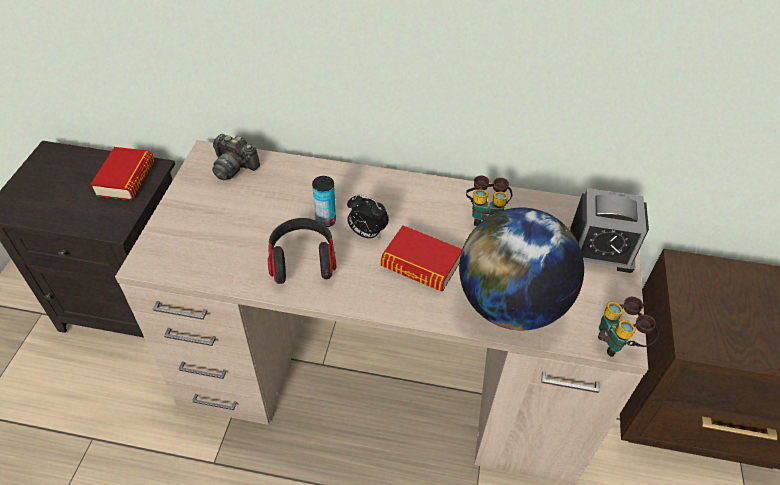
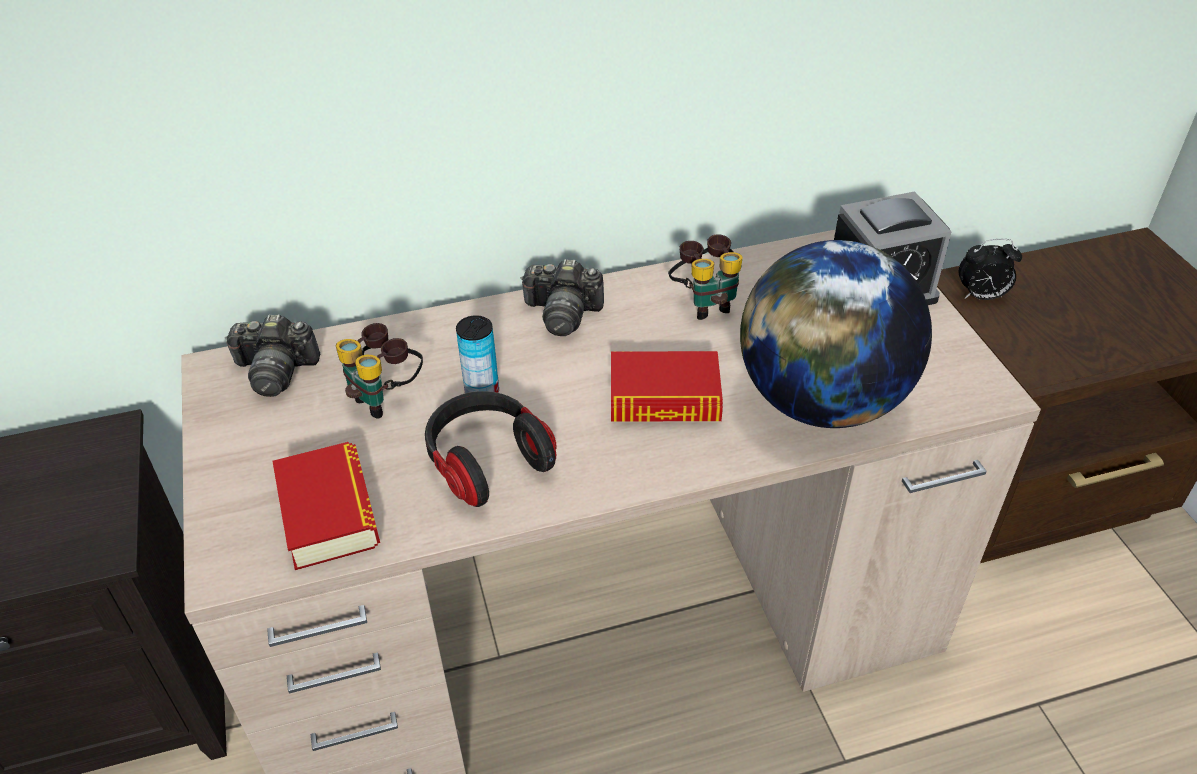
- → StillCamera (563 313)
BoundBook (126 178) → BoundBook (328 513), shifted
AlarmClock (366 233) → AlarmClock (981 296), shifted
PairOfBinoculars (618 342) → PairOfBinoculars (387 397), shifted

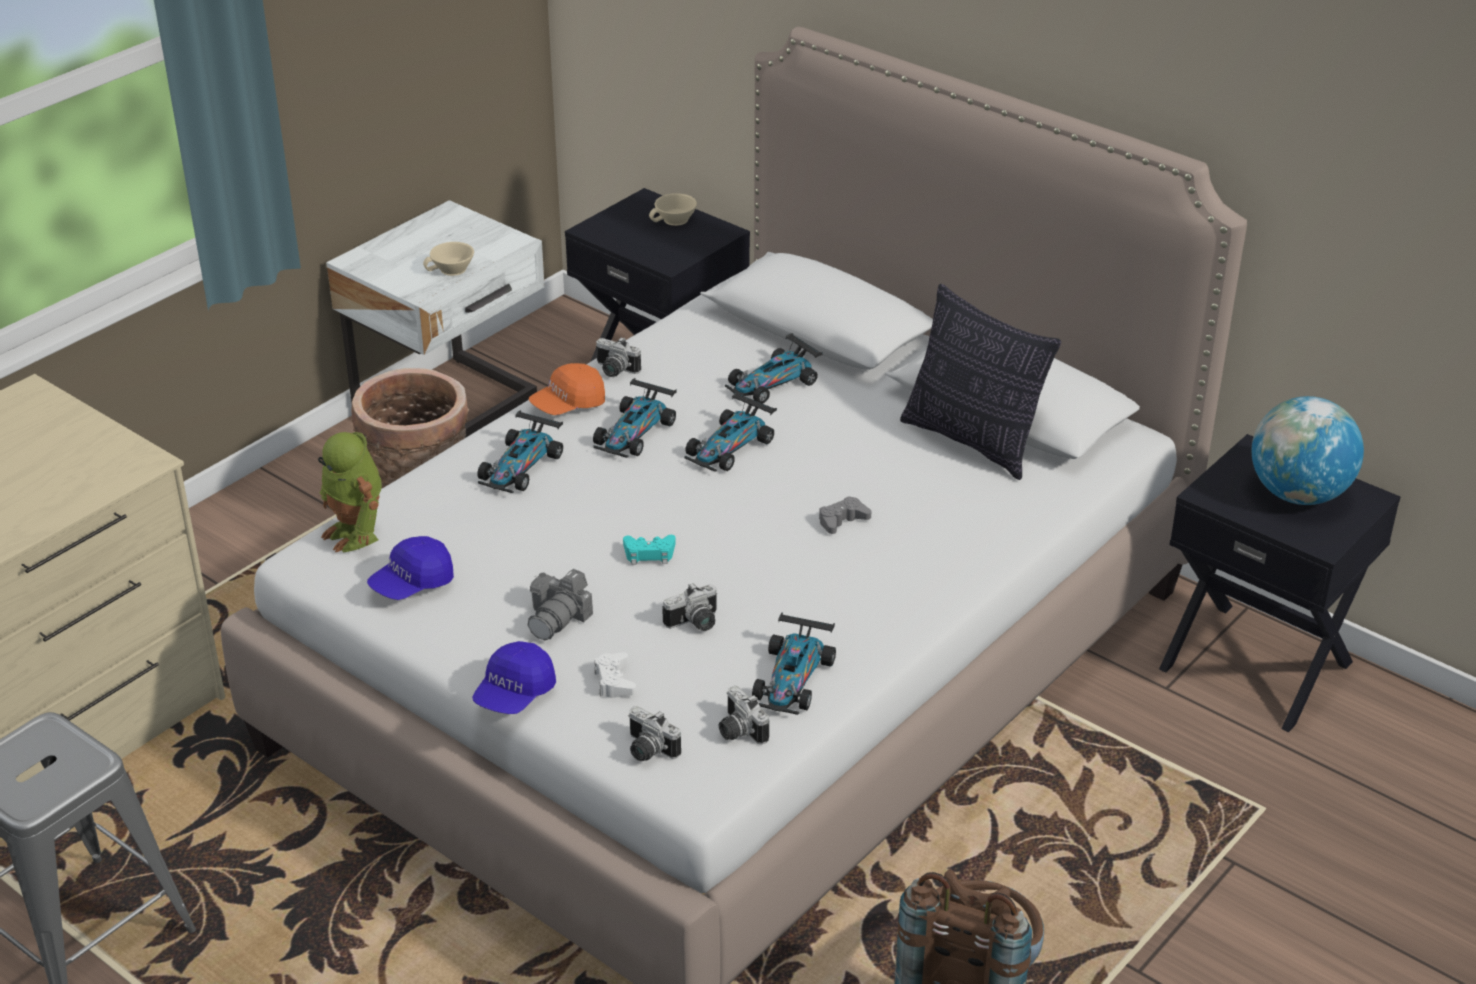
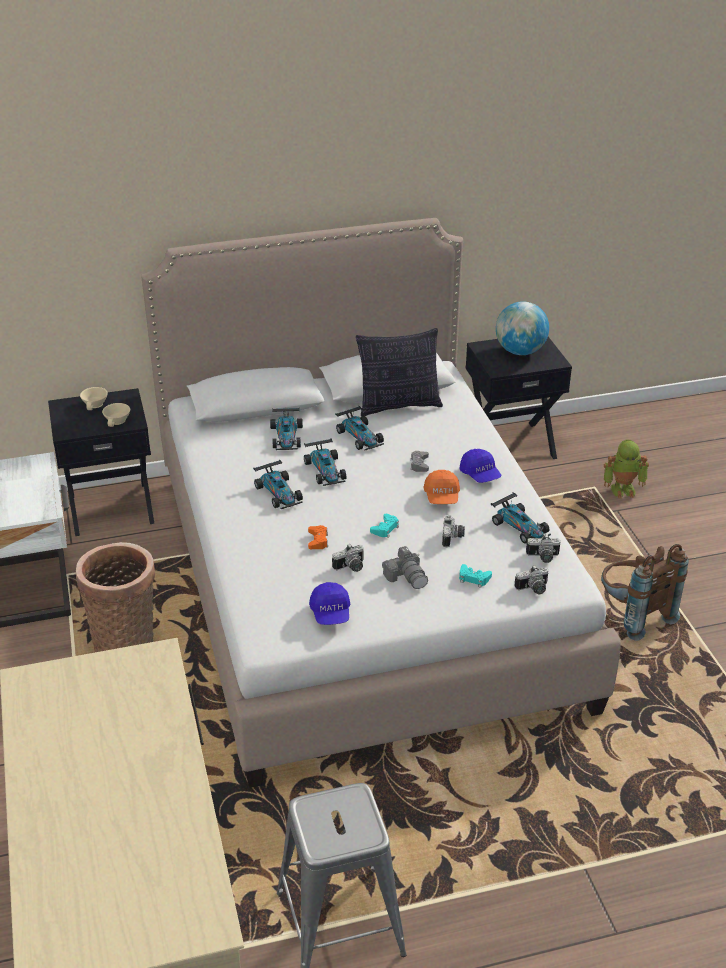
- → OrangeJoypad (318 540)
ToyRobot (356 533) → ToyRobot (623 489), shifted
BeigeDrinkingCup (452 270) → BeigeDrinkingCup (118 421), shifted
BlueBaseballCap (514 694) → BlueBaseballCap (480 475), shifted
ToyCar (520 466) → ToyCar (360 436), shifted
OrangeBaseballCap (568 405) → OrangeBaseballCap (442 497), shifted
StillCamera (614 371) → StillCamera (351 567), shifted
WhitishJoypad (614 681) → TurquoiseJoypad (473 578)

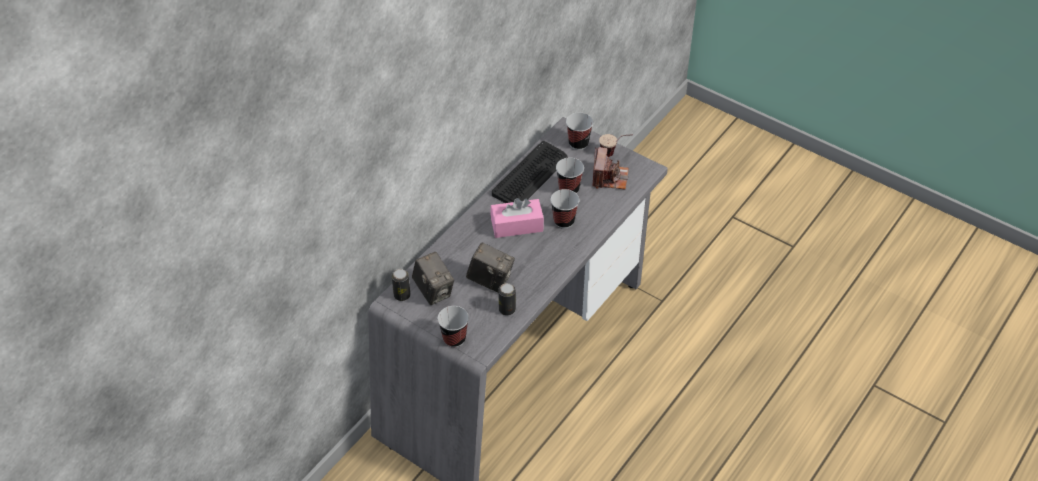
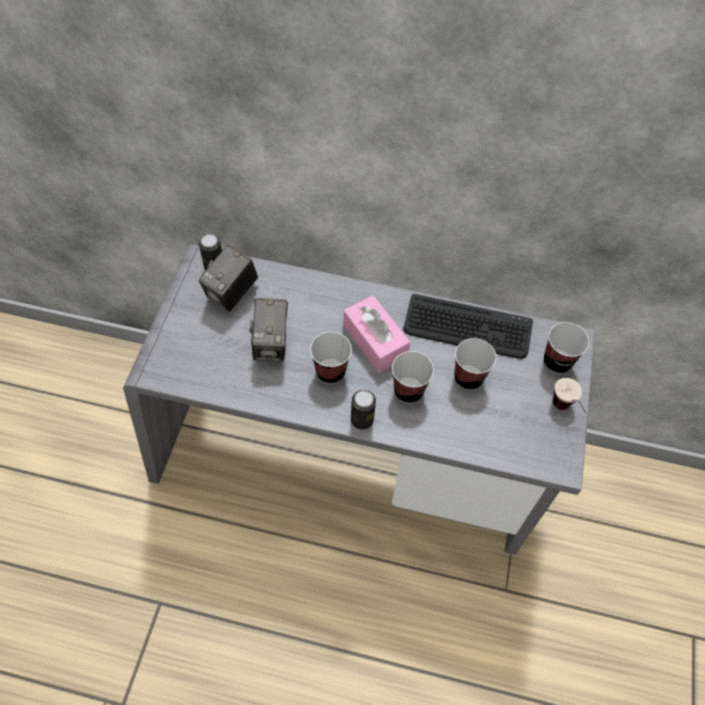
StillCamera (609 177) → -
DrinkingCup (454 339) → DrinkingCup (330 372), shifted
Can (507 309) → Can (362 420), shifted

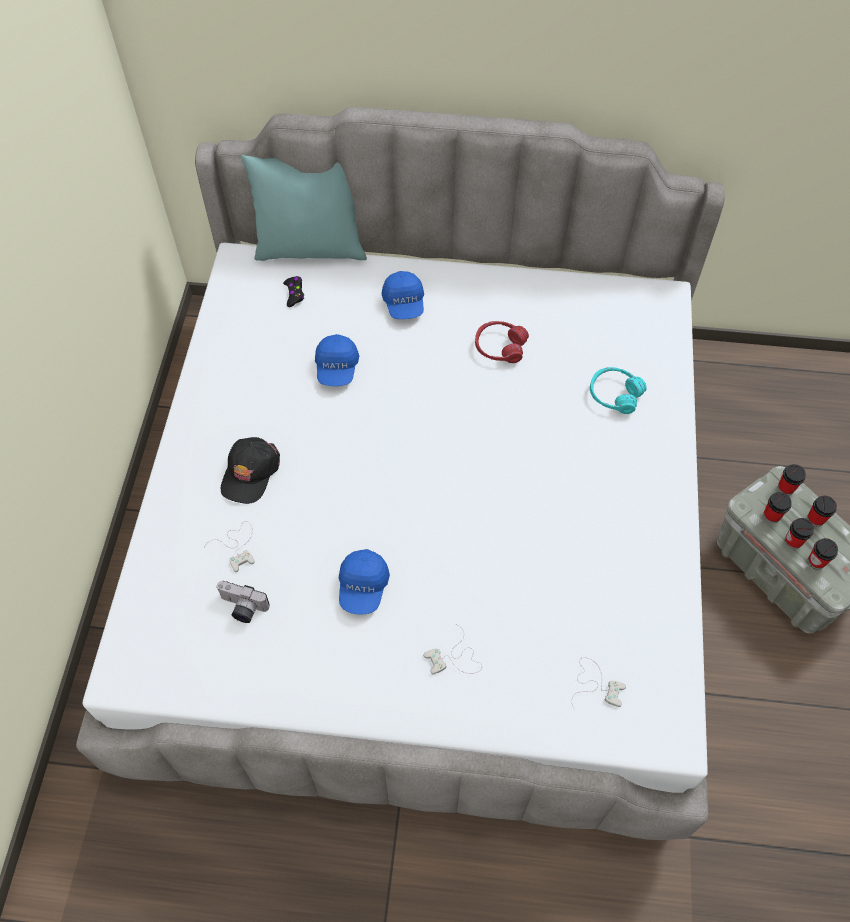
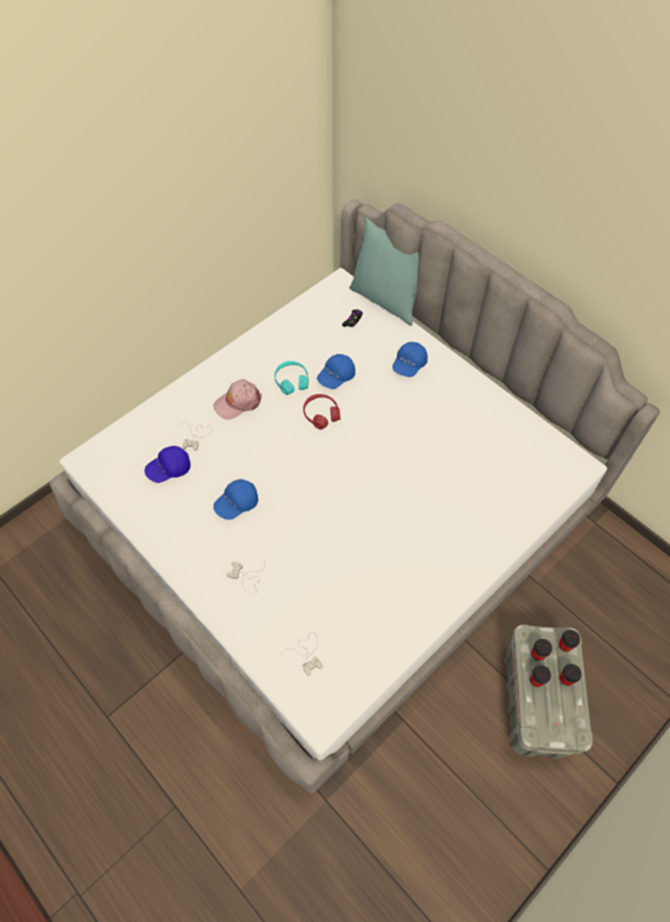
DrinkingCup (816 561) → -
RedPairOfHeadphones (500 347) → RedPairOfHeadphones (321 414), shifted
TurquoisePairOfHeadphones (614 395) → TurquoisePairOfHeadphones (292 381), shifted
StillCamera (242 608) → BlueBaseballCap (169 469)
BlackBaseballCap (250 473) → PinkColouredBaseballCap (238 402)

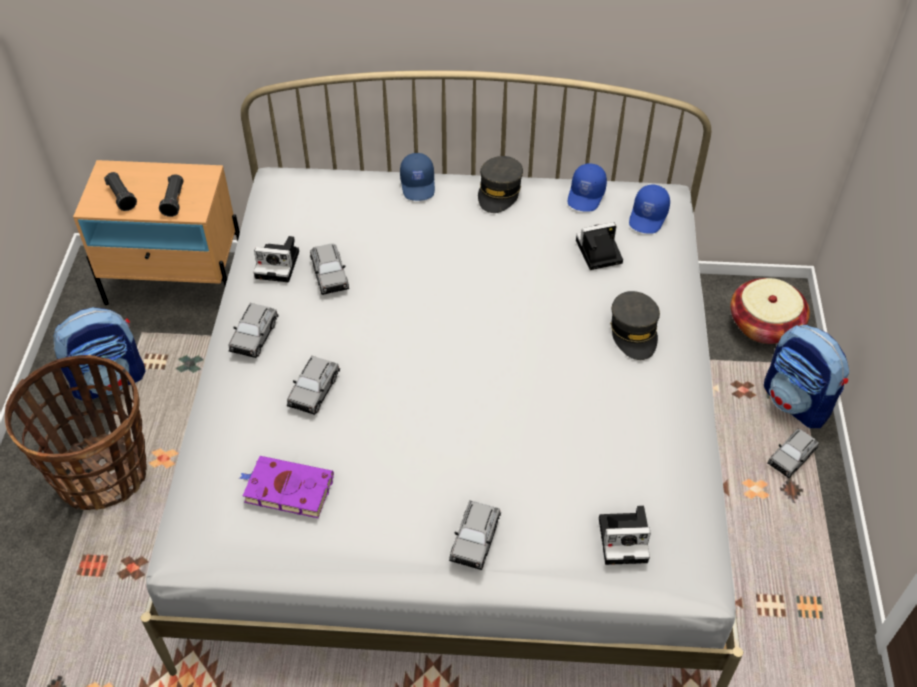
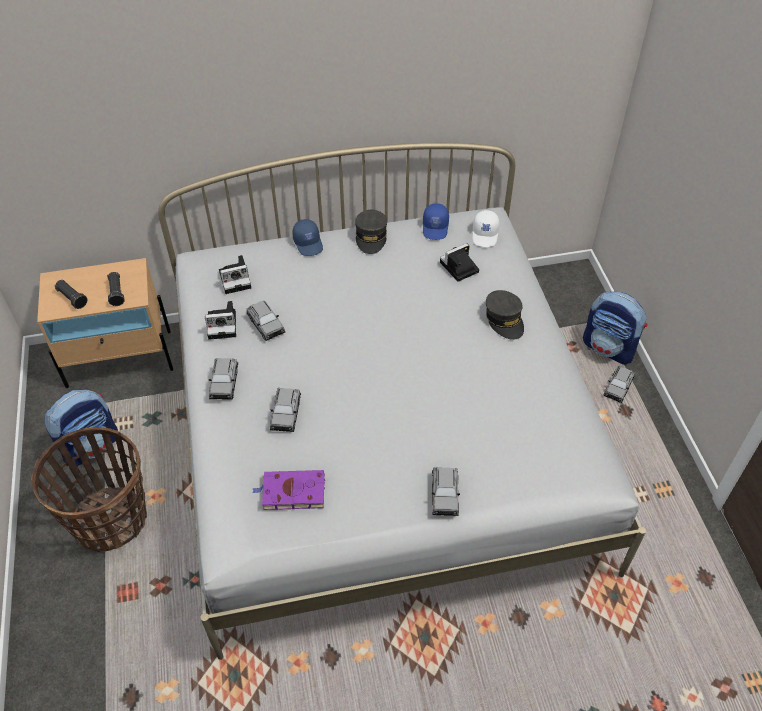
Basket (764 324) → -
StillCamera (625 539) → StillCamera (236 279), shifted
BlueBaseballCap (648 217) → WhitishBaseballCap (485 234)

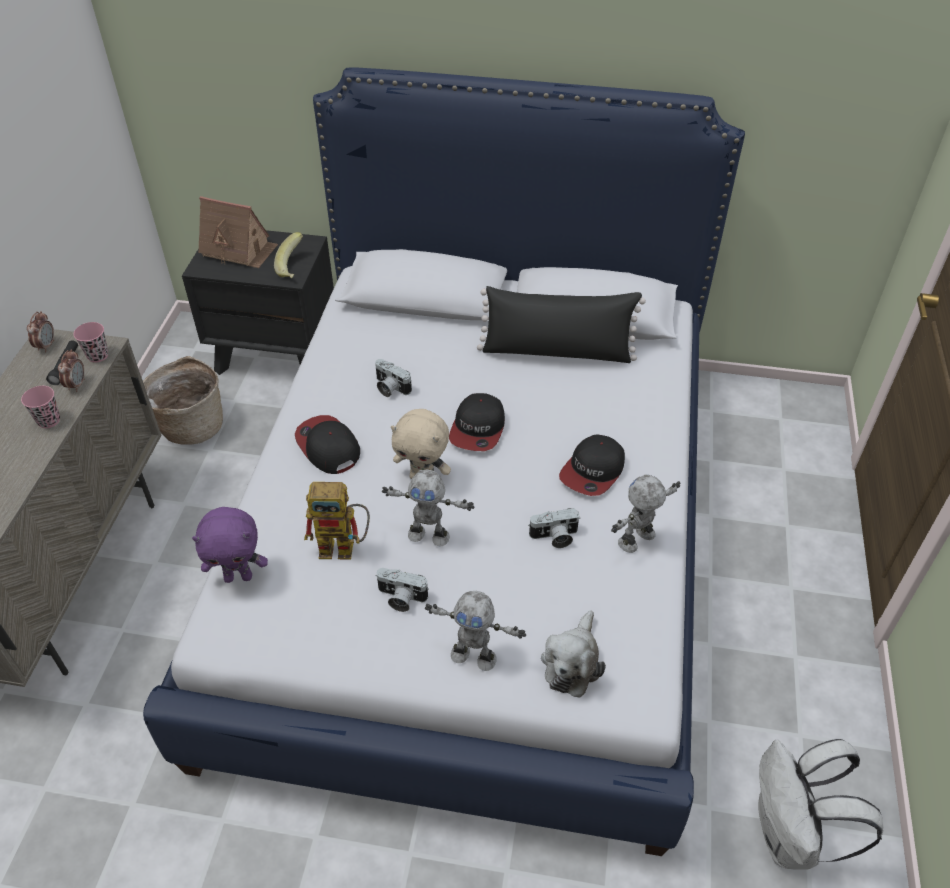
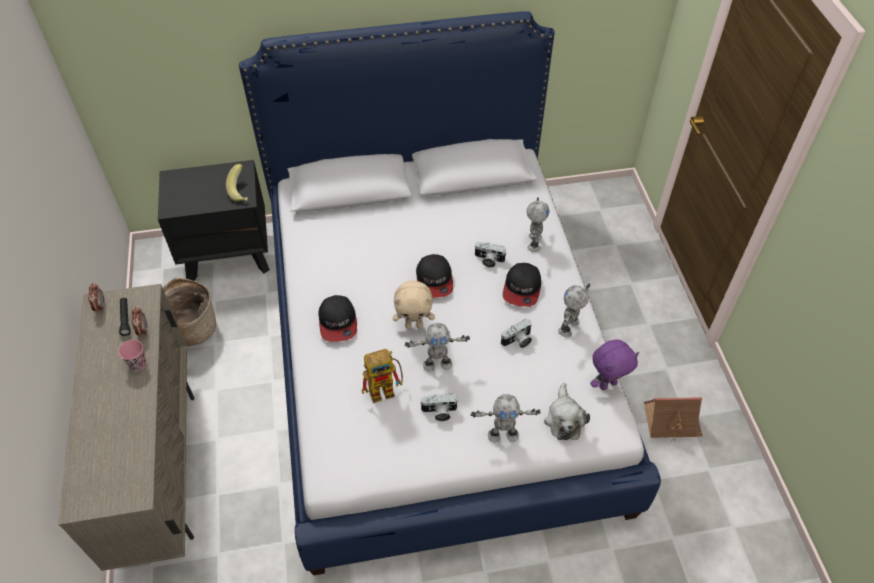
PinkColouredDrinkingCup (98 356) → -
BlackCushion (557 351) → -
WhitishKnapsack (790 836) → -
- → ToyRobot (533 242)
PurplishPlushToy (239 576) → PurplishPlushToy (607 384), shifted
MiniatureHouse (239 250) → MiniatureHouse (671 421), shifted
StillCamera (390 388) → StillCamera (488 260), shifted
BaseballCap (327 446) → BaseballCap (338 322), 135 degrees counterclockwise

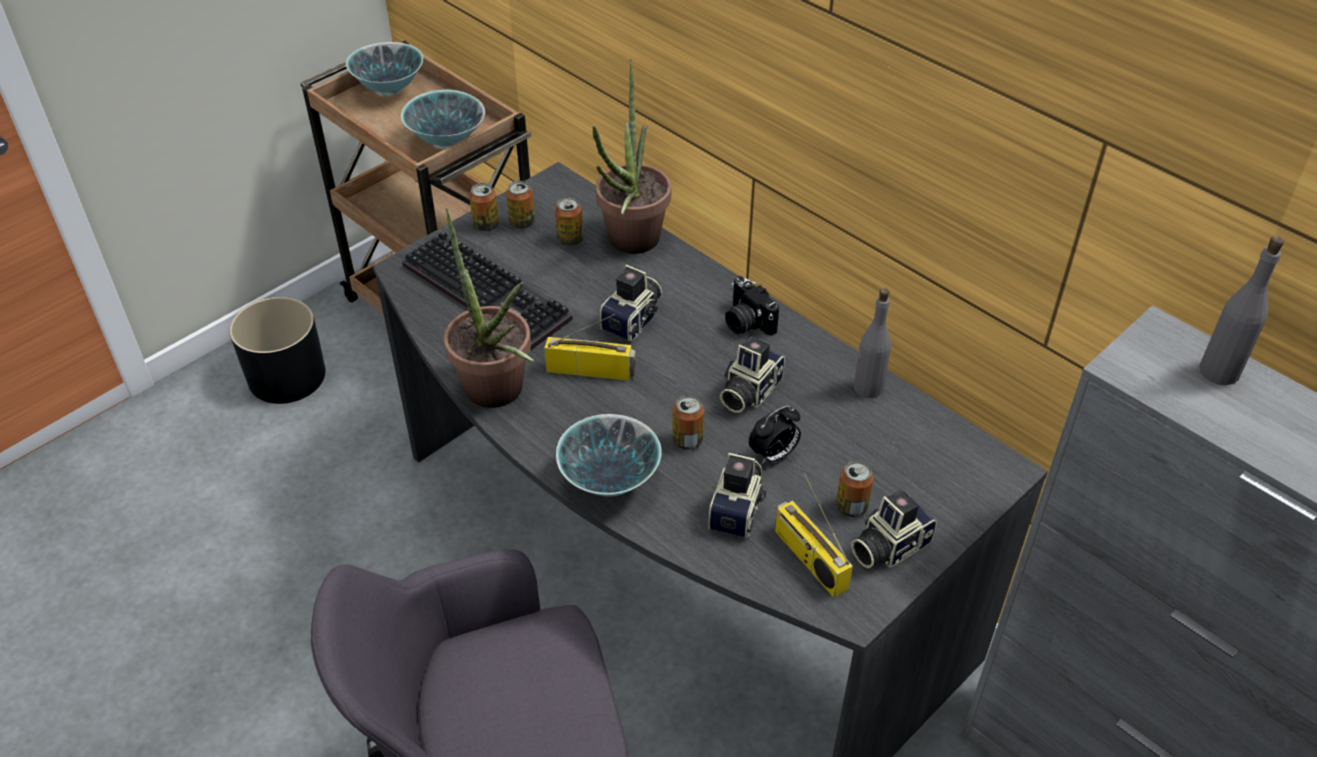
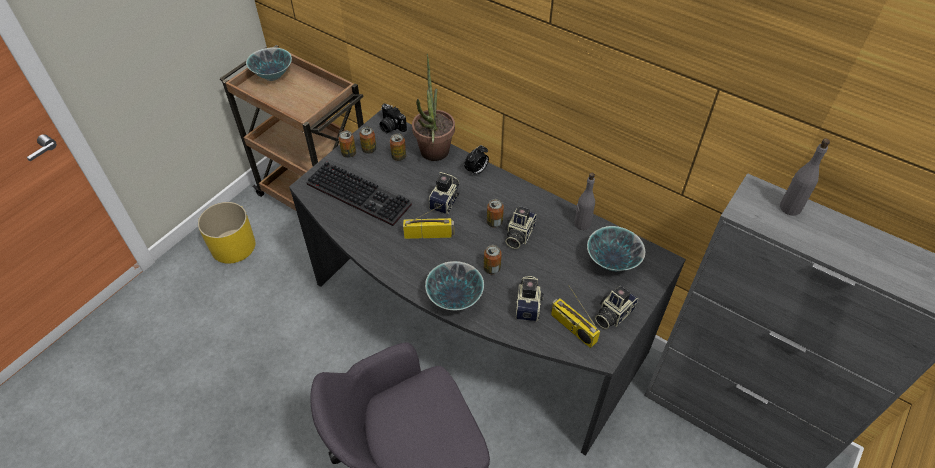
PottedPlant (499 396) → -
Bowl (446 141) → Bowl (611 262), shifted
StillCamera (746 322) → StillCamera (391 127), shifted
AlarmClock (773 455) → AlarmClock (476 171), shifted
Can (851 506) → Can (494 222), shifted
BlackPlantPot (287 376) → YellowPlantPot (233 246)

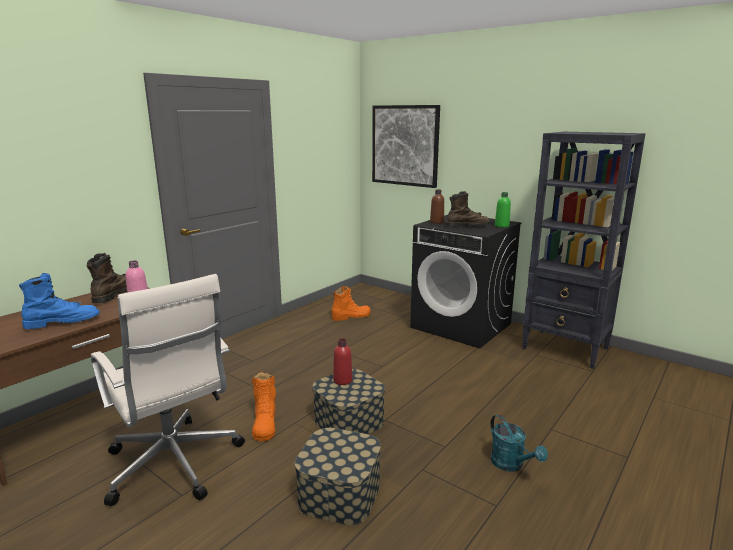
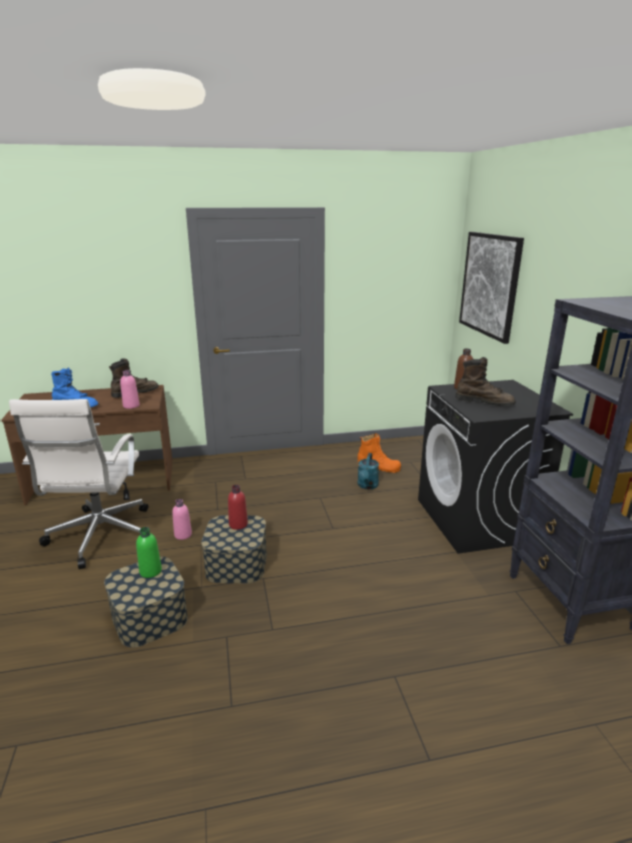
TurquoiseWateringPot (511 465) → TurquoiseWateringPot (367 486), shifted
GreenishBottle (502 226) → GreenishBottle (150 571), shifted
OrangeTallBoot (265 423) → PinkColouredBottle (183 535)

